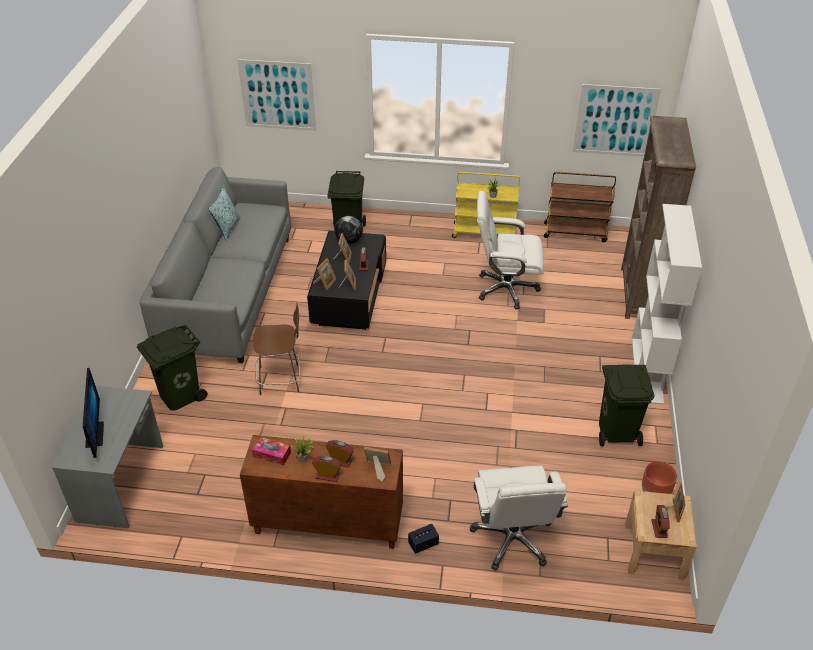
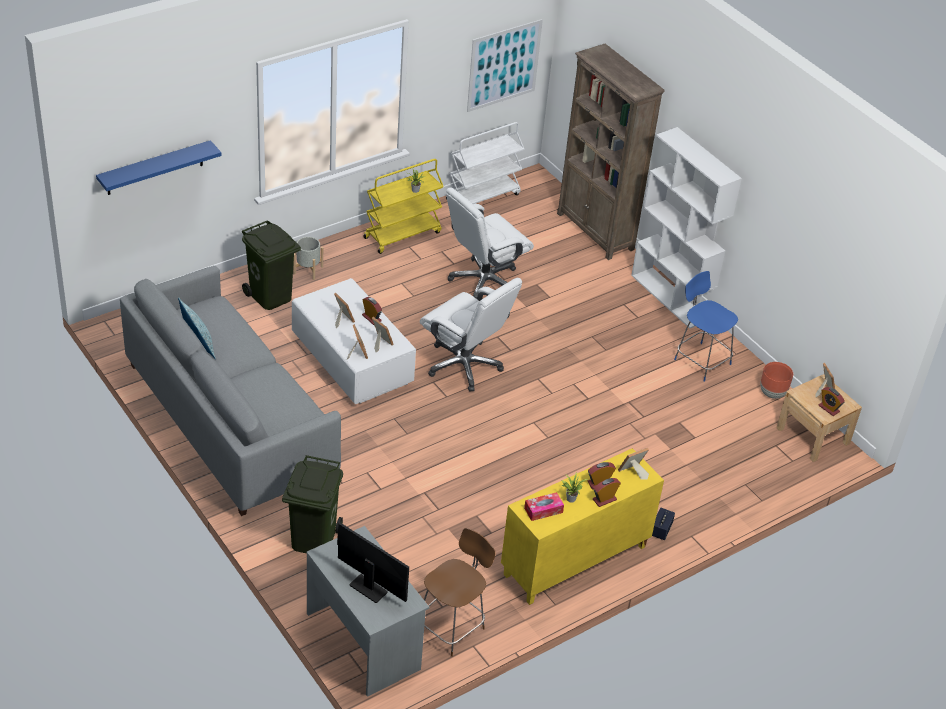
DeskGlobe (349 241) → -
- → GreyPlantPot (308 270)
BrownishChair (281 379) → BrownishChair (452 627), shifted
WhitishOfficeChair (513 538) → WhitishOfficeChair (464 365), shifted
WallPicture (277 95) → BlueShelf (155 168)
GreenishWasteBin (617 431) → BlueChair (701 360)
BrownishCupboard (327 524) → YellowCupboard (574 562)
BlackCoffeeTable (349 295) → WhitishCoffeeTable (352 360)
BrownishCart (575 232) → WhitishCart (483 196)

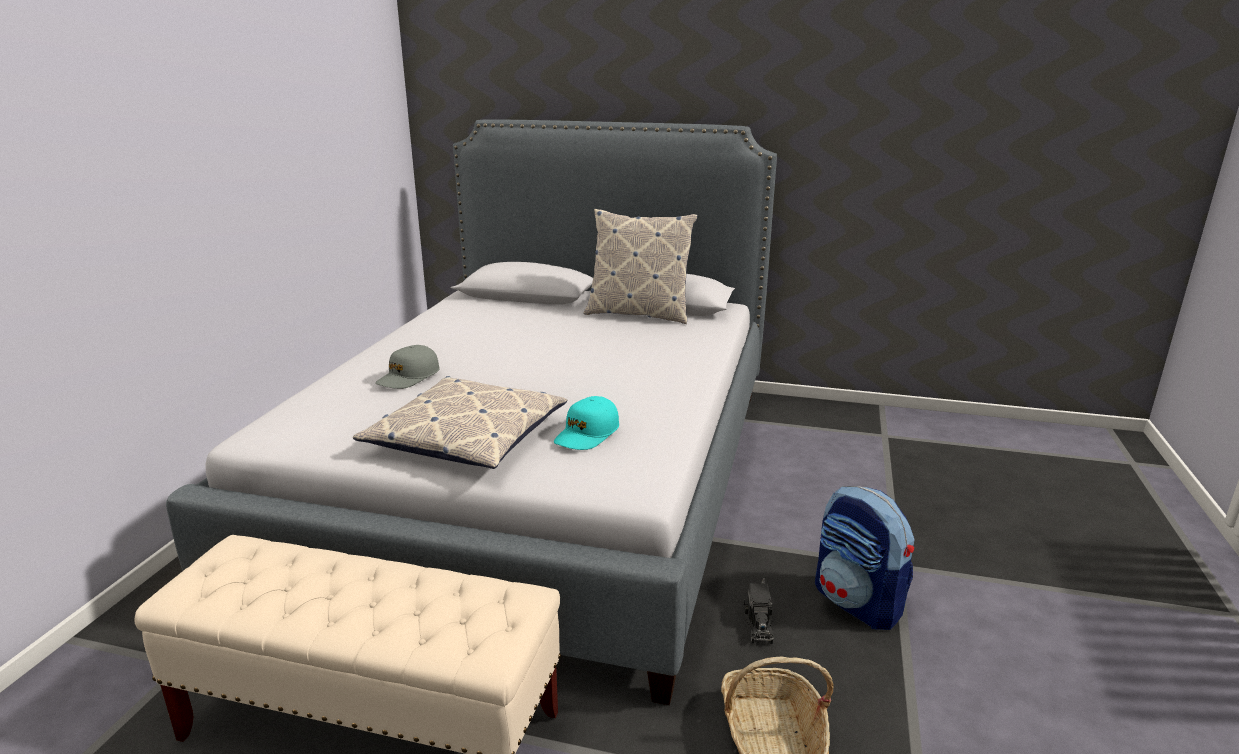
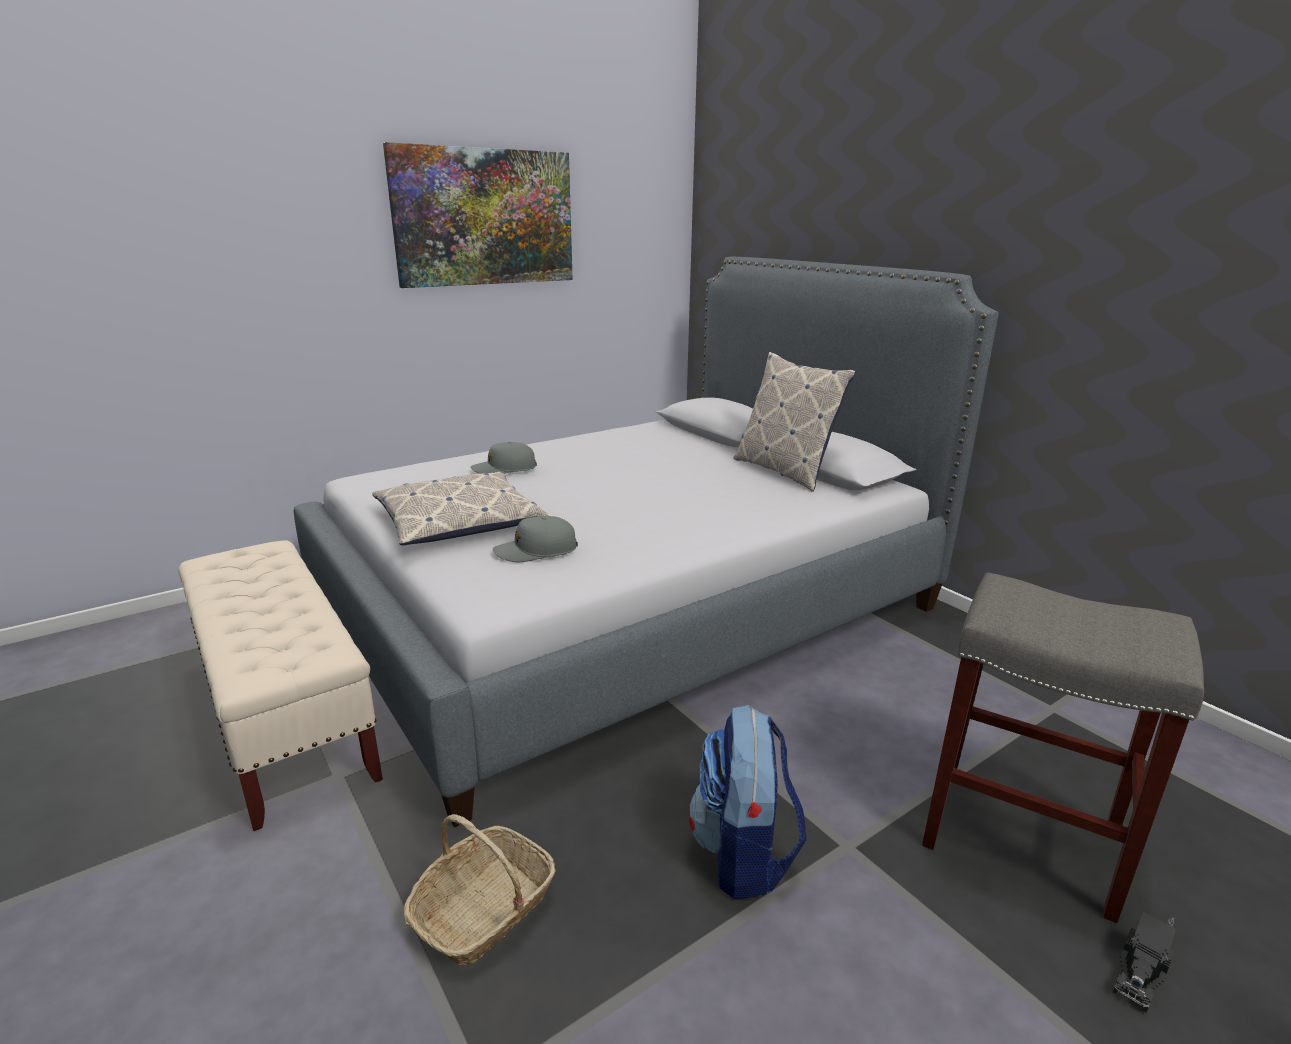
- → WallPicture (485 217)
- → GreyStool (1018 837)
ModelTruck (758 622) → ModelTruck (1140 971), shifted
TurquoiseBaseballCap (587 434) → GreyBaseballCap (536 551)

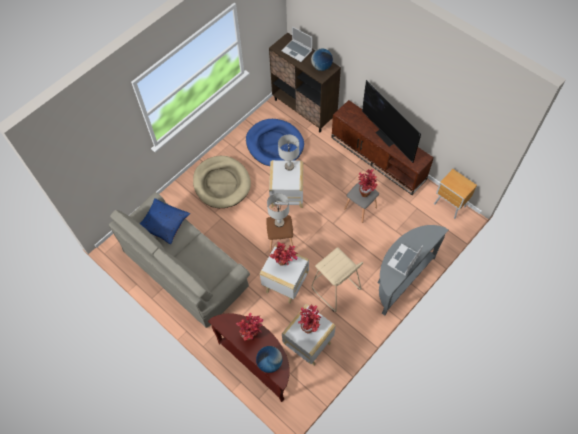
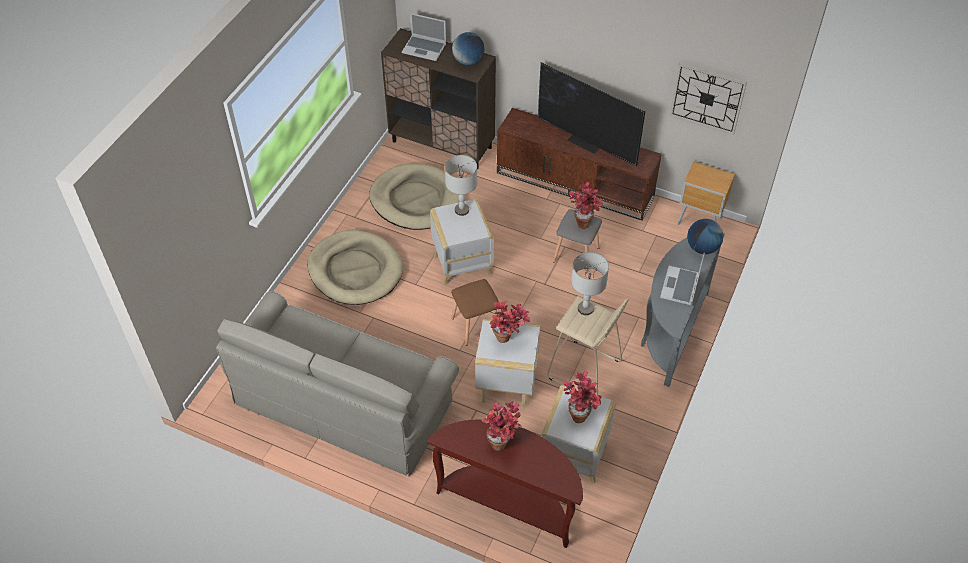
BlueCushion (164 224) → -
- → ClockOnTheWall (707 98)
DeskGlobe (269 363) → DeskGlobe (702 248), shifted
GreyLampForATable (279 223) → GreyLampForATable (586 309), shifted
BlueDogBed (274 144) → BeigeDogBed (416 200)

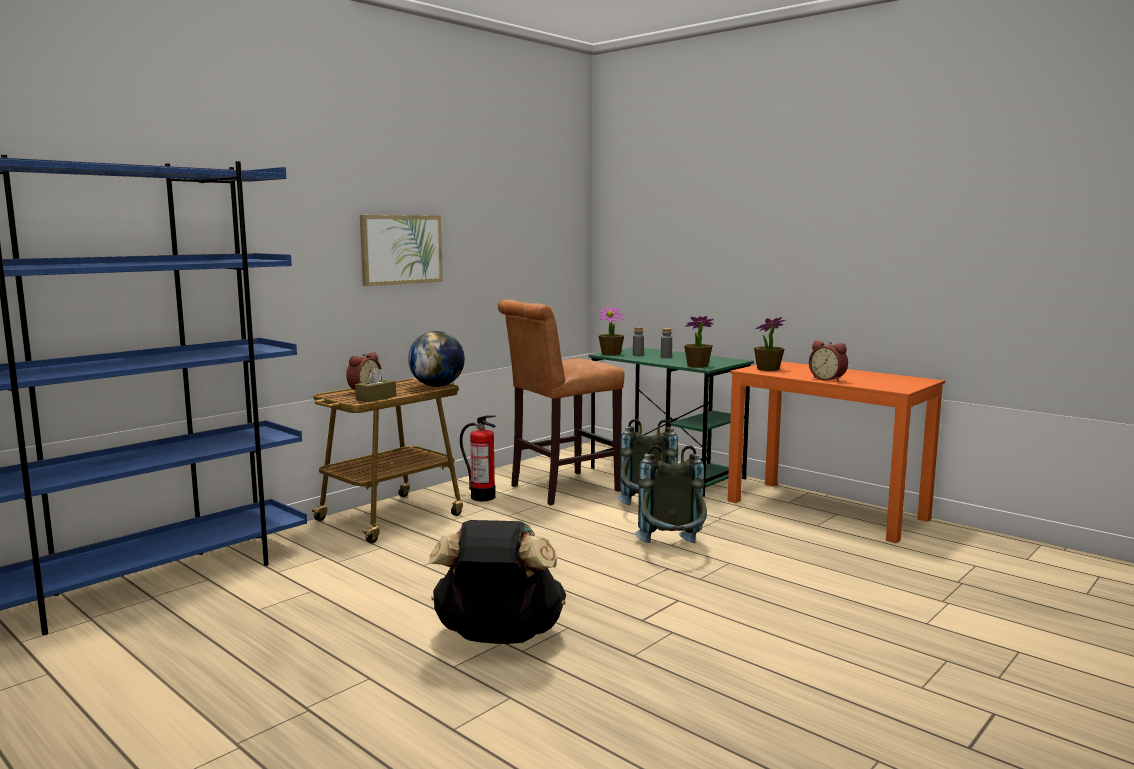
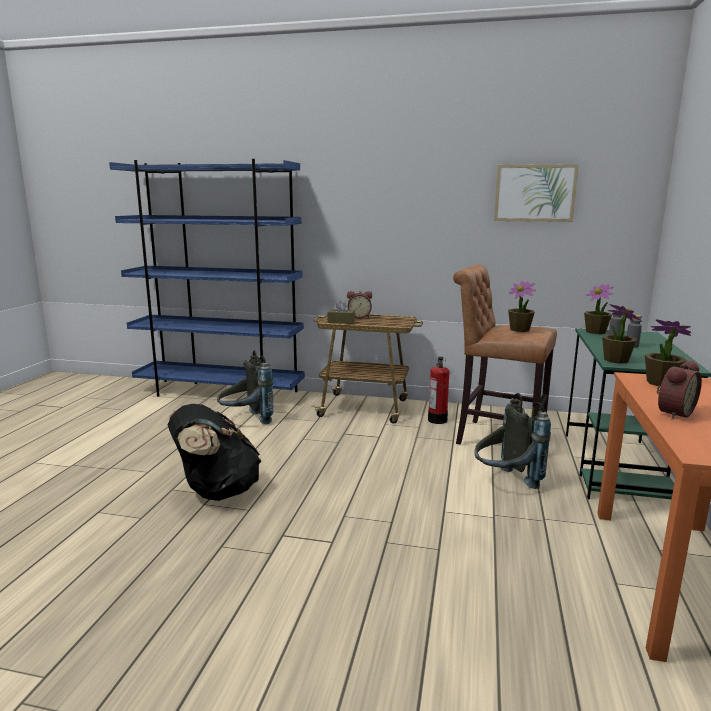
DeskGlobe (437 386) → -
- → PottedPlant (519 329)
WallPicture (401 249) → WallPicture (534 193), shifted
GreyKnapsack (672 550) → GreyKnapsack (246 421), shifted
AlarmClock (828 379) → AlarmClock (672 413), 150 degrees counterclockwise

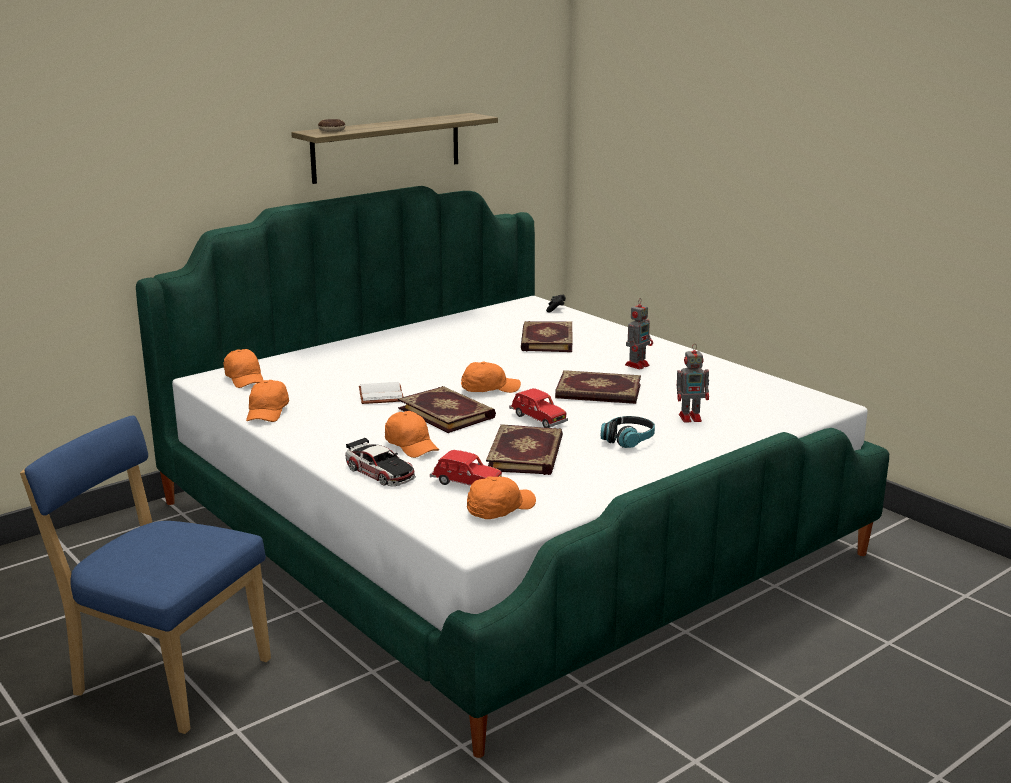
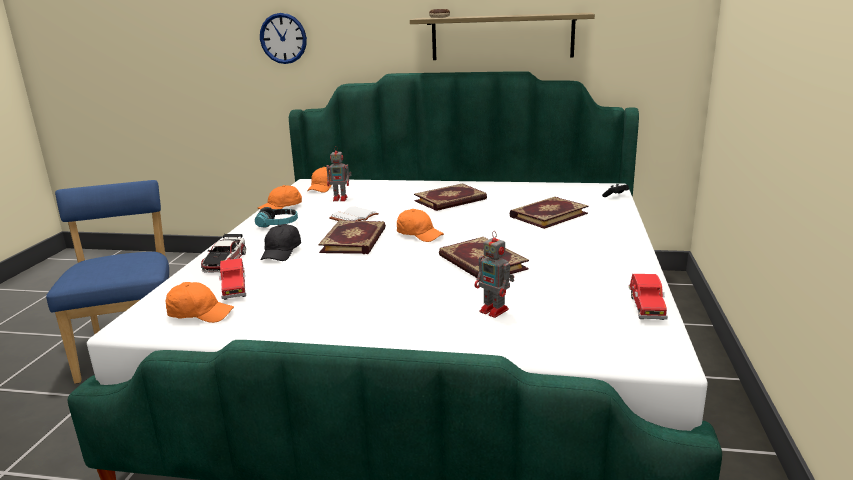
- → ClockOnTheWall (283 38)
BoundBook (527 454) → BoundBook (451 200), shifted
RedToyCar (538 419) → RedToyCar (646 307), shifted
PairOfHeadphones (628 440) → PairOfHeadphones (278 224), shifted
ToyRobot (637 365) → ToyRobot (341 198), shifted
OrangeBaseballCap (411 445) → BlackBaseballCap (281 252)

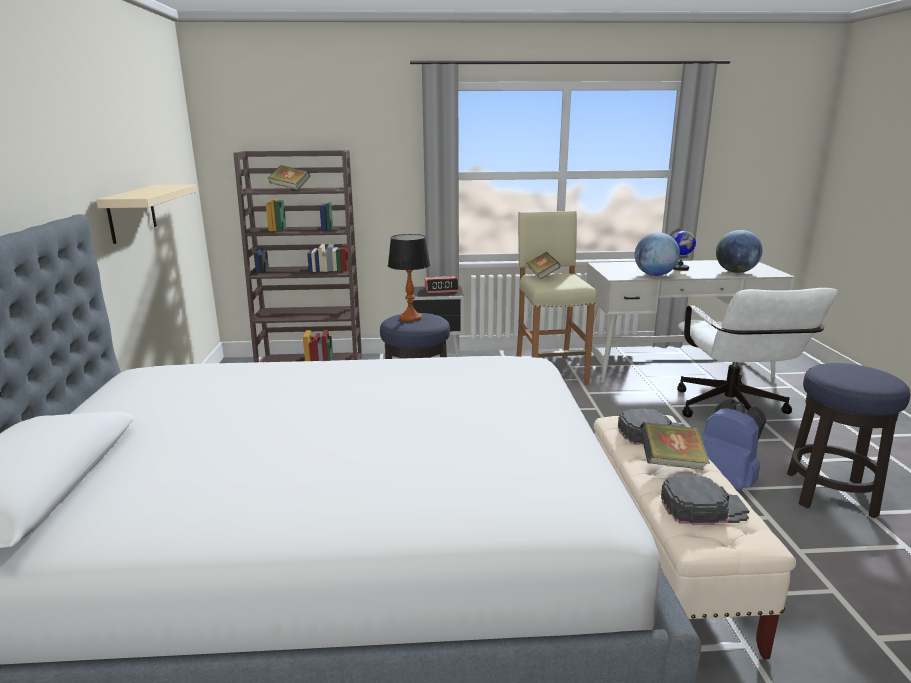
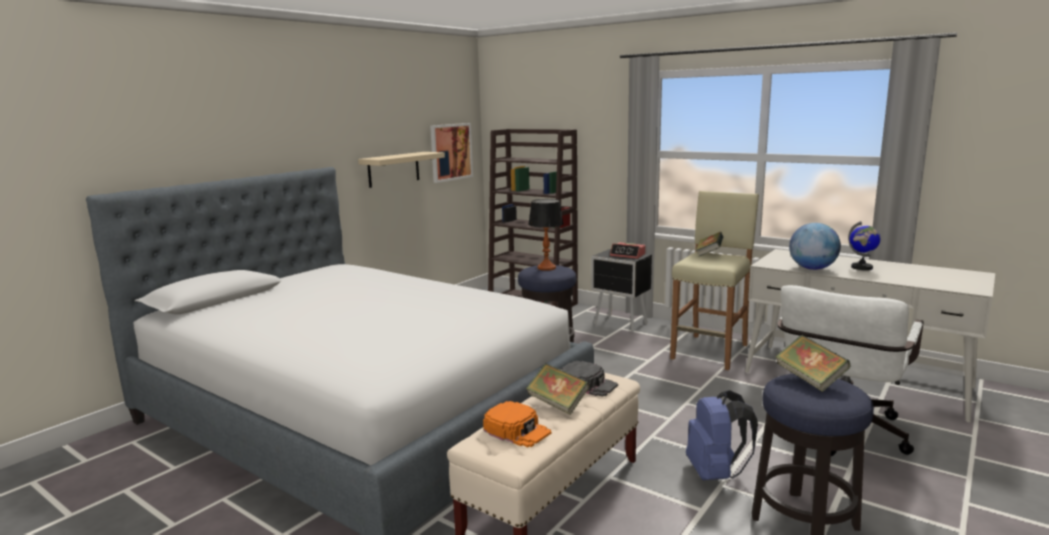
DeskGlobe (735 272) → -
- → WallPicture (451 152)
BoundBook (290 189) → BoundBook (810 379), shifted
BlackBaseballCap (702 507) → OrangeBaseballCap (517 430)

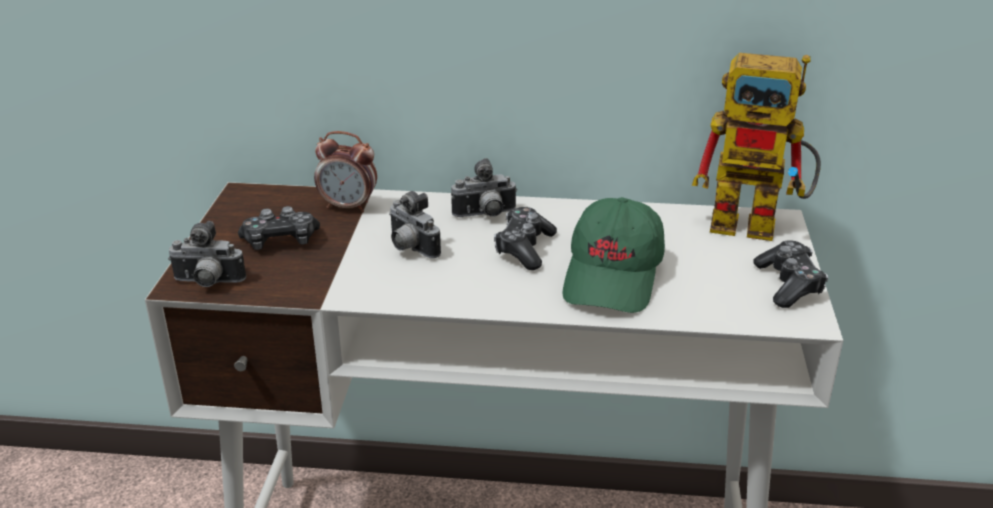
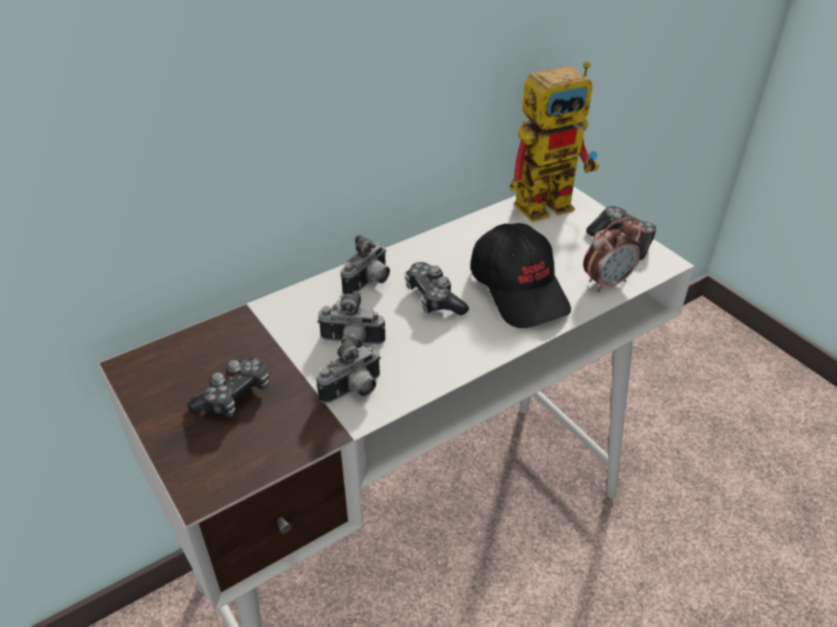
StillCamera (208 283) → StillCamera (354 391), shifted
AlarmClock (348 206) → AlarmClock (607 282), shifted
GreenishBaseballCap (614 276) → BlackBaseballCap (520 289)

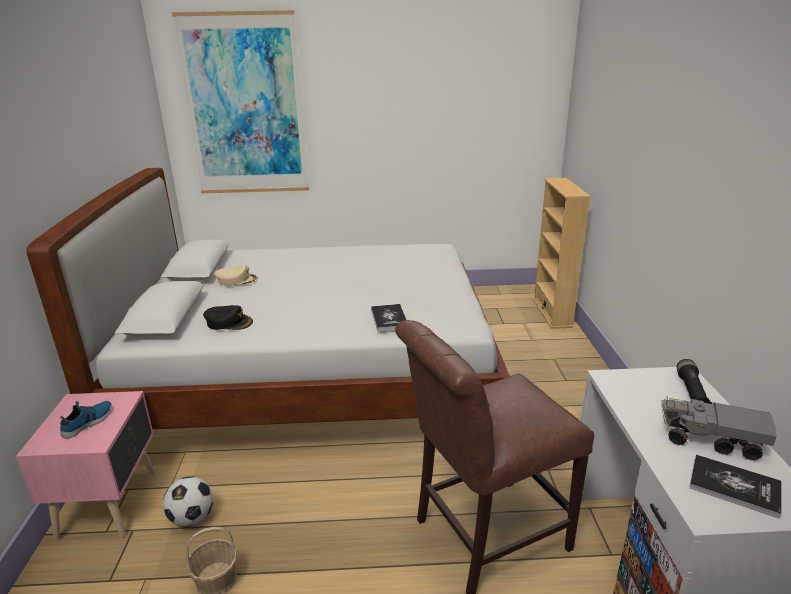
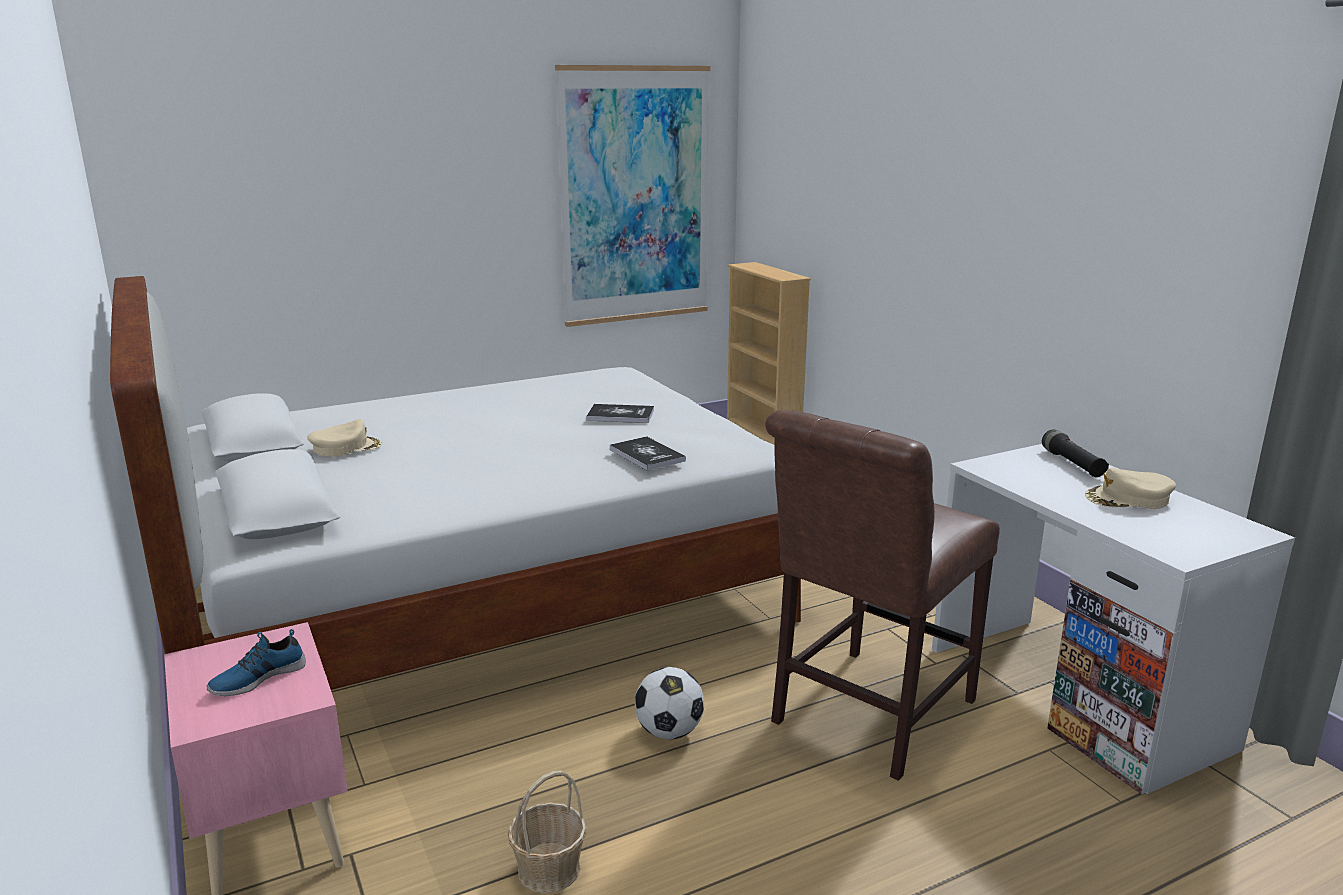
BlackBaseballCap (229 322) → -
BallForFootball (192 518) → BallForFootball (669 732), shifted
WallPicture (245 106) → WallPicture (635 196), shifted
BoundBook (734 486) → BoundBook (620 415), shifted
ModelTruck (711 440) → BeigeBaseballCap (1128 498)
LowShoe (88 422) → LowShoe (257 678), 135 degrees counterclockwise

